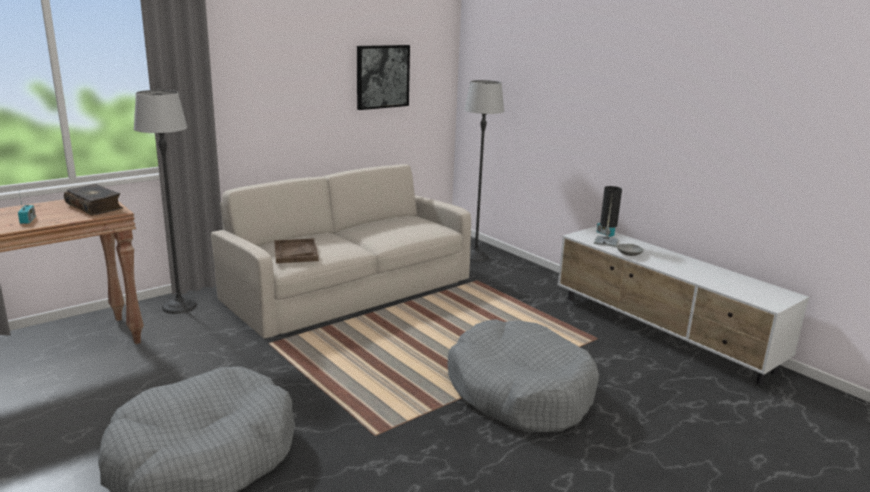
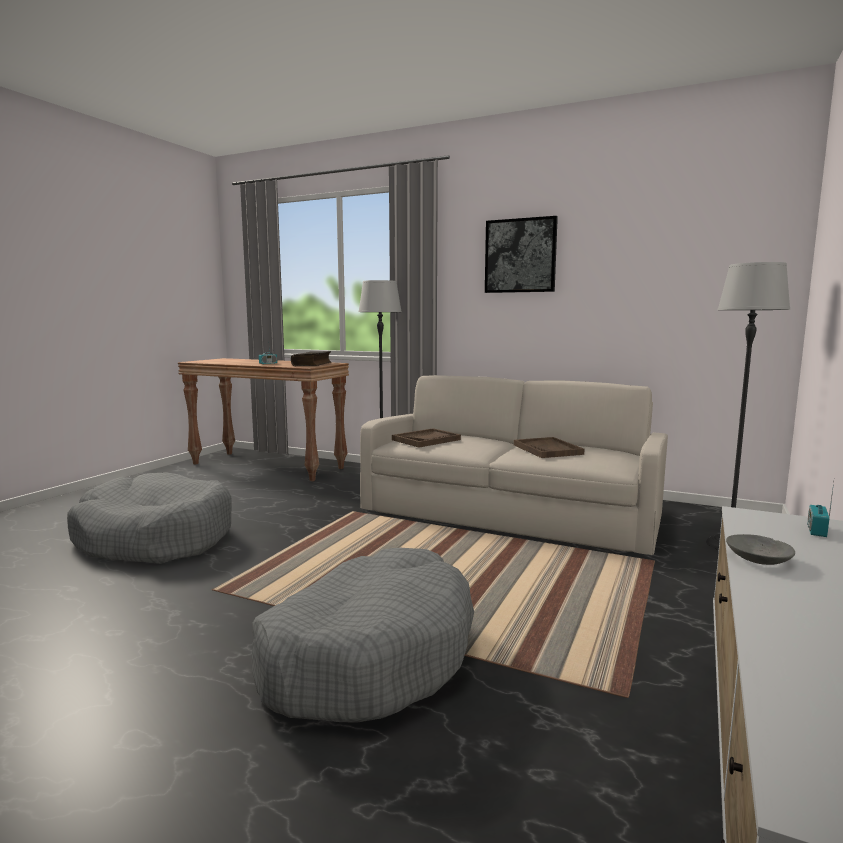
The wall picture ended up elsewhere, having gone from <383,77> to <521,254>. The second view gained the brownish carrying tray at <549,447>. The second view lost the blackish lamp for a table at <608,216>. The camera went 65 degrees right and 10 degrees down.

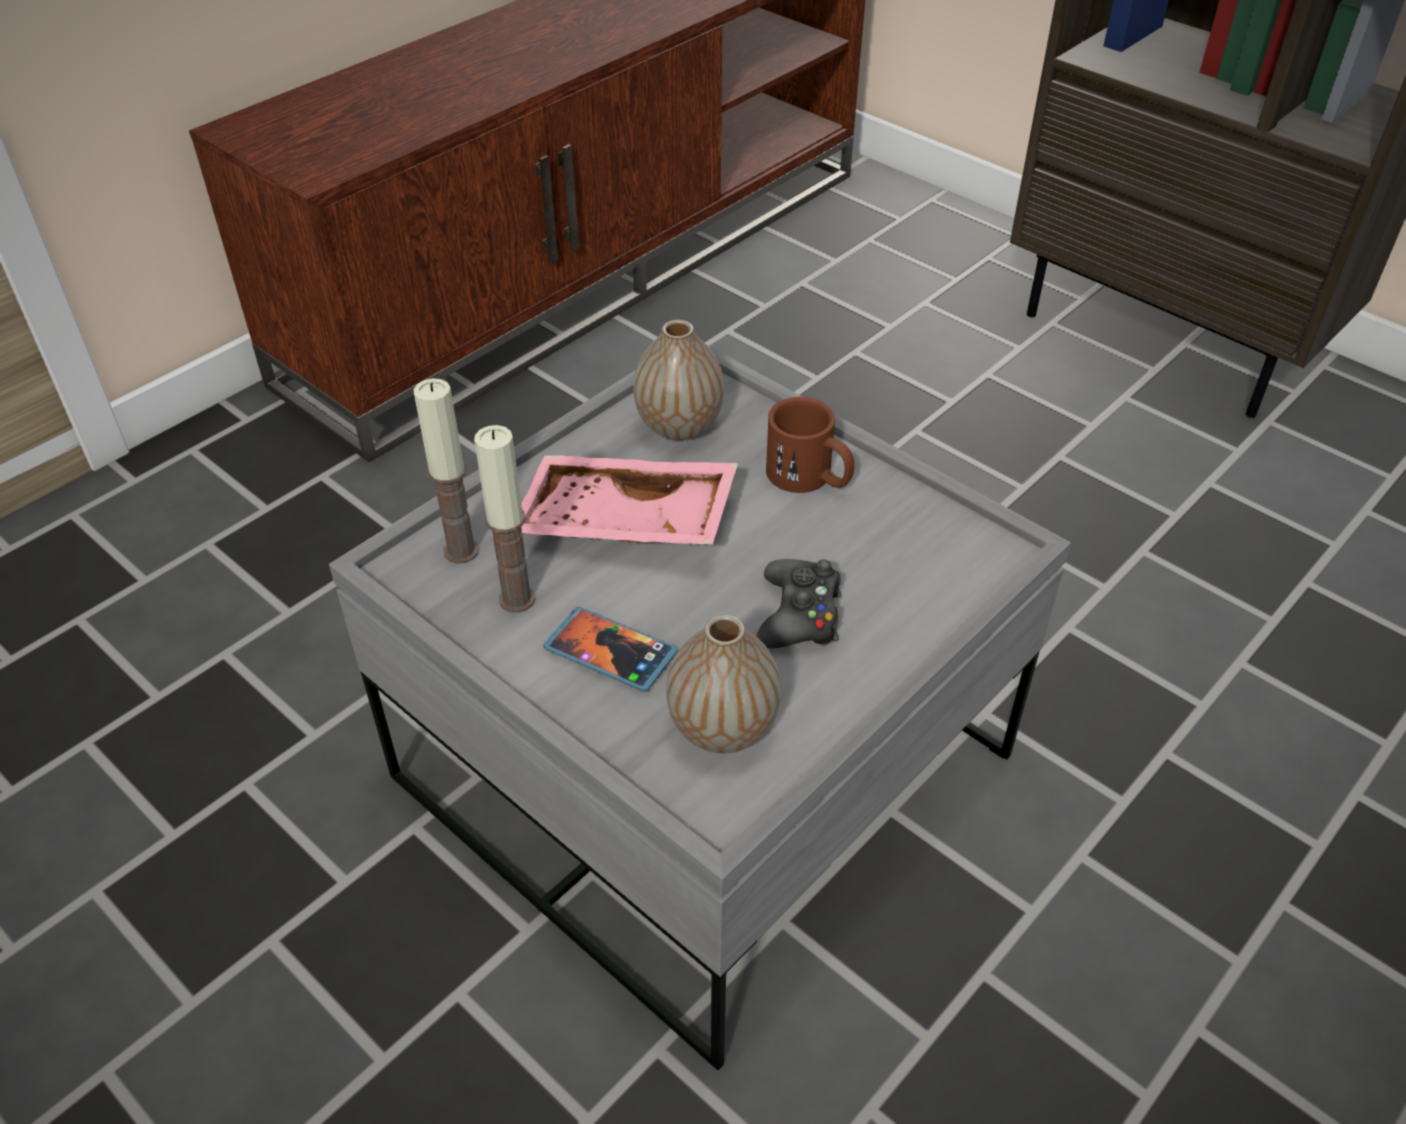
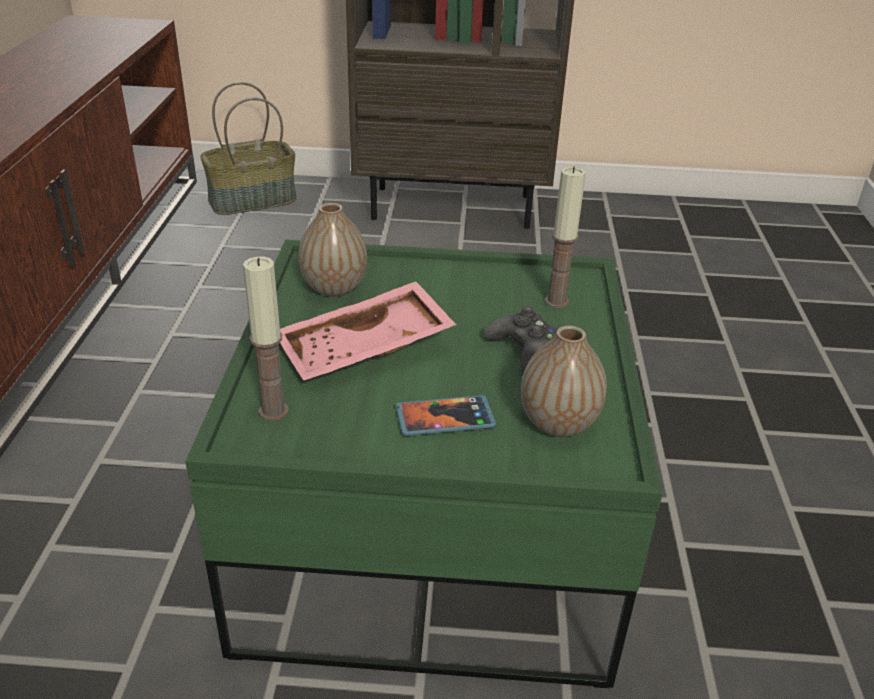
What was the grey lounge table at <700,707> turned into the greenish lounge table at <424,464>. The second view gained the storage basket at <248,148>. The wax light ended up elsewhere, having gone from <504,519> to <565,237>. The second view lost the brownish mug at <810,445>. The camera went 40 degrees left and 10 degrees down.

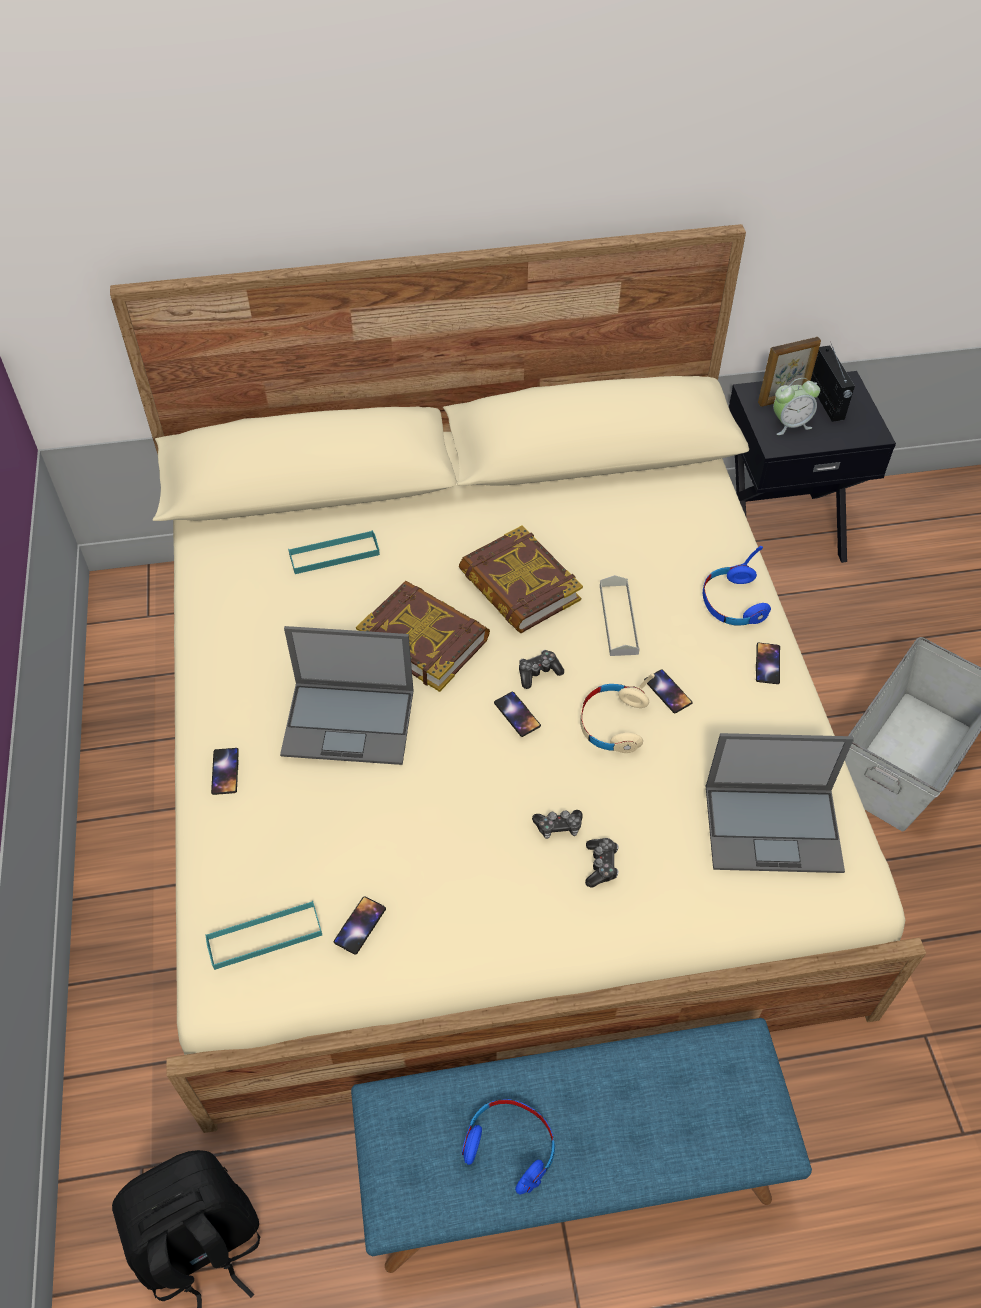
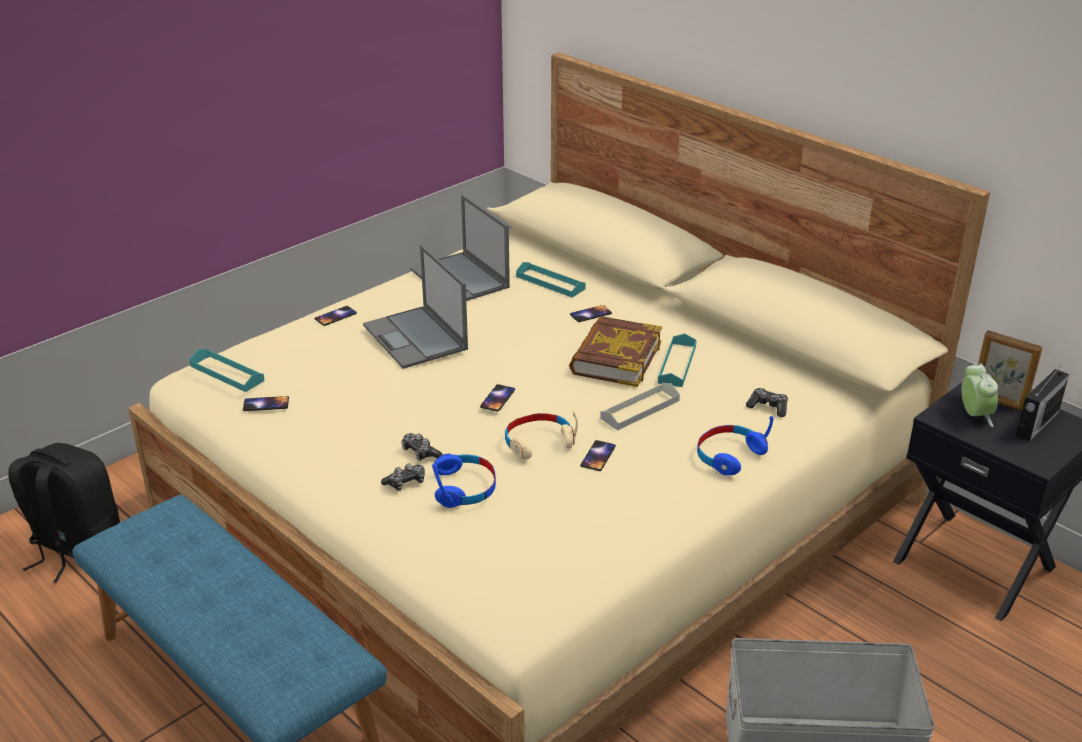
The portable computer ended up elsewhere, having gone from <780,803> to <460,247>. The blue headphones ended up elsewhere, having gone from <508,1147> to <464,481>. The telephone ended up elsewhere, having gone from <768,663> to <591,313>. The second view gained the turquoise-coloured carrying tray at <677,360>. The gamepad ended up elsewhere, having gone from <541,669> to <767,402>. The table clock at <796,406> ended up facing another way, 135 degrees counterclockwise from before. The second view lost the volume at <423,636>. The camera went 55 degrees right and 20 degrees down.

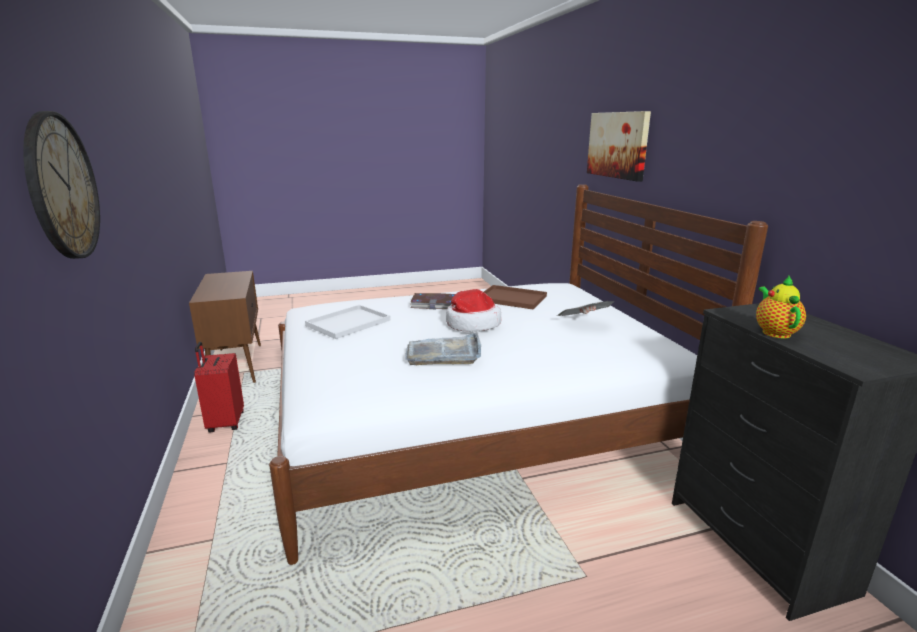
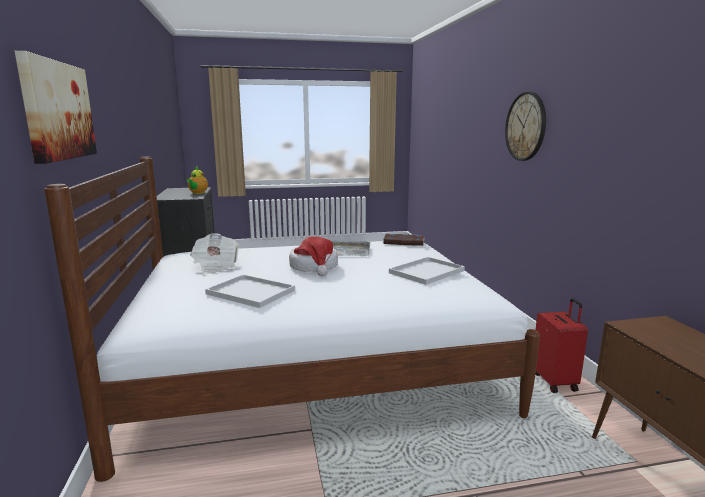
What was the brownish carrying tray at <515,297> turned into the white-coloured carrying tray at <250,291>. The volume ended up elsewhere, having gone from <432,301> to <403,239>. The camera went 175 degrees left and 5 degrees down.

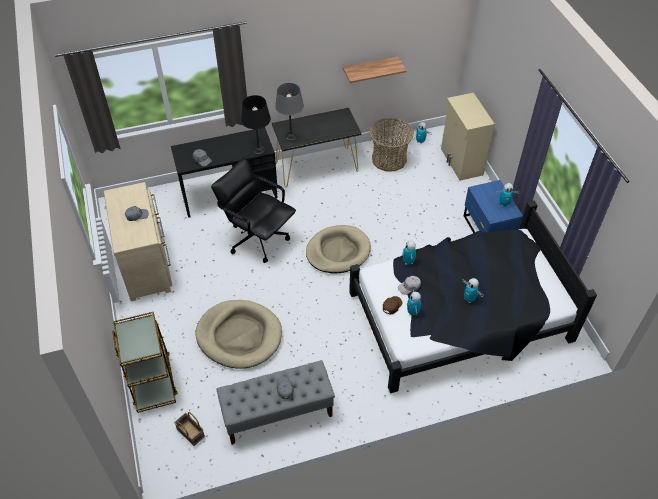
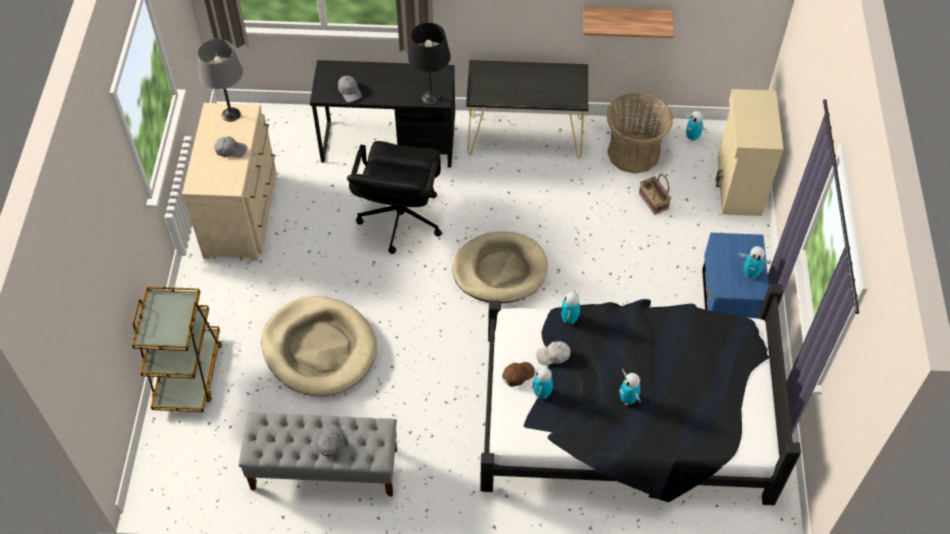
The grey lamp for a table ended up elsewhere, having gone from <289,112> to <220,80>. The blackish office chair at <253,210> ended up facing another way, 135 degrees counterclockwise from before. The storage basket ended up elsewhere, having gone from <189,429> to <655,194>. The camera went 20 degrees right and 5 degrees up.

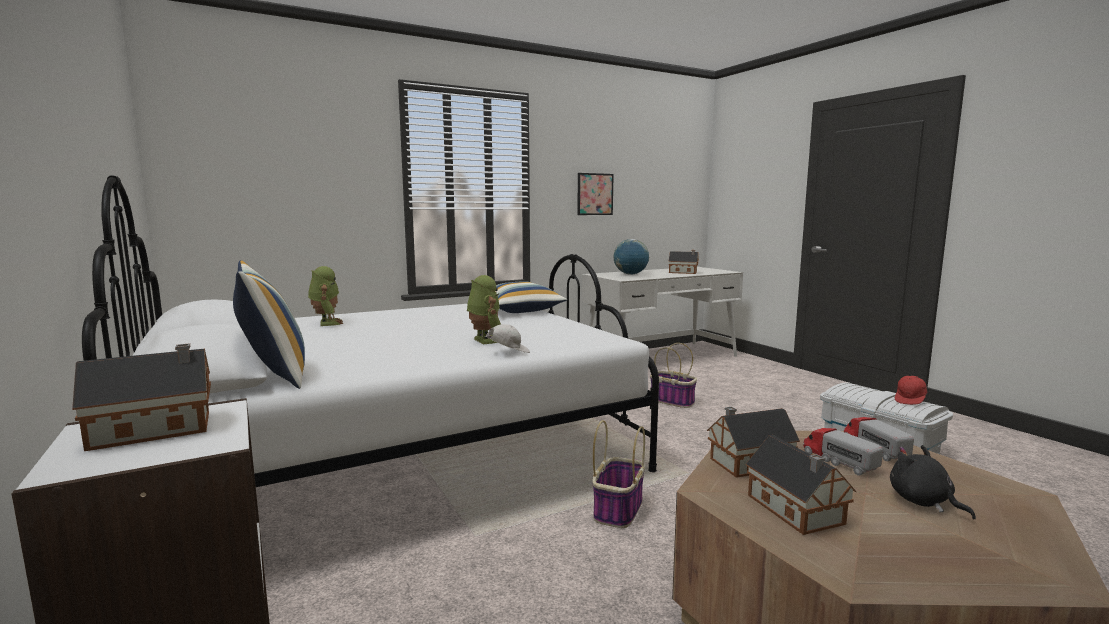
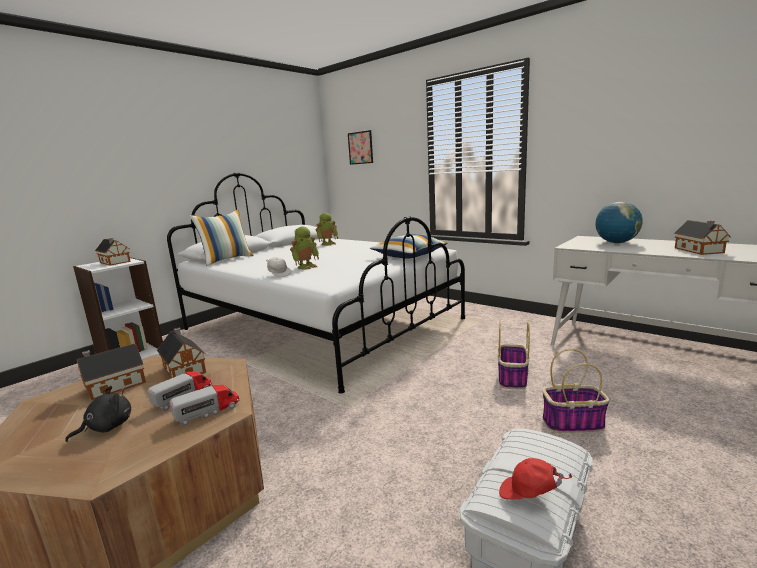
The wall picture ended up elsewhere, having gone from <595,194> to <360,147>. The storage basket ended up elsewhere, having gone from <618,474> to <576,391>. The camera went 70 degrees right and 5 degrees up.

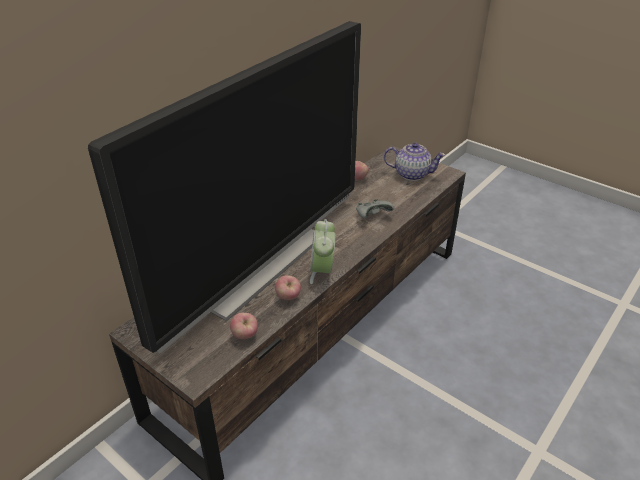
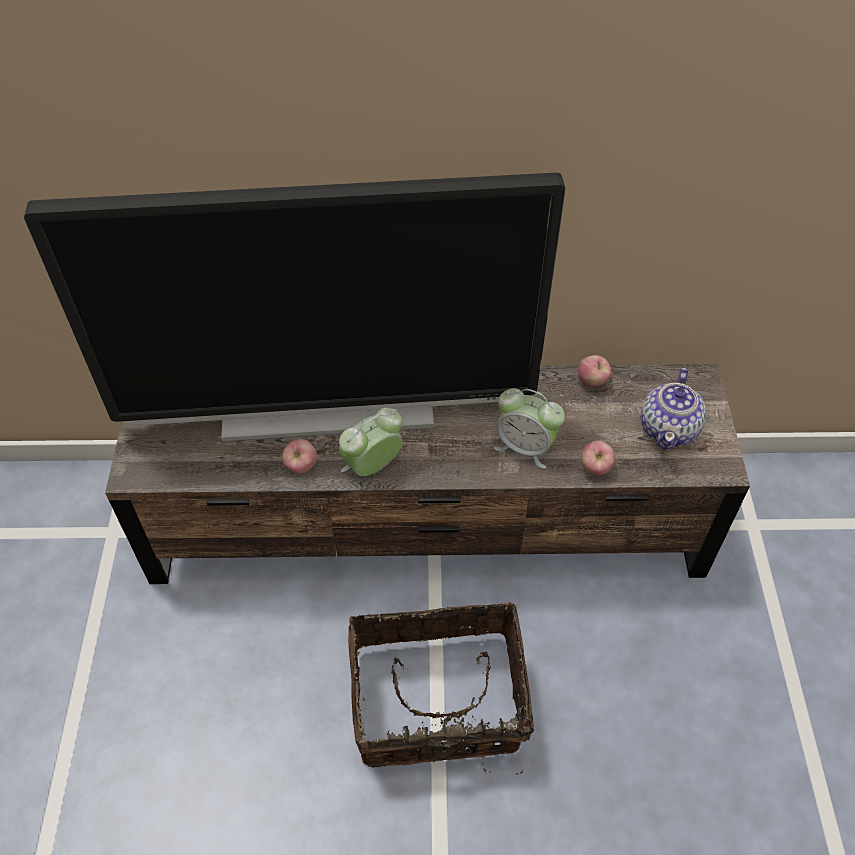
The second view gained the storage basket at <441,688>. Where the grey gamepad stood at <375,208>, the table clock came to stand at <529,428>. The whole apple ended up elsewhere, having gone from <244,326> to <598,457>. The pot for tea at <415,162> ended up facing another way, 45 degrees clockwise from before. The camera went 50 degrees right and 15 degrees up.

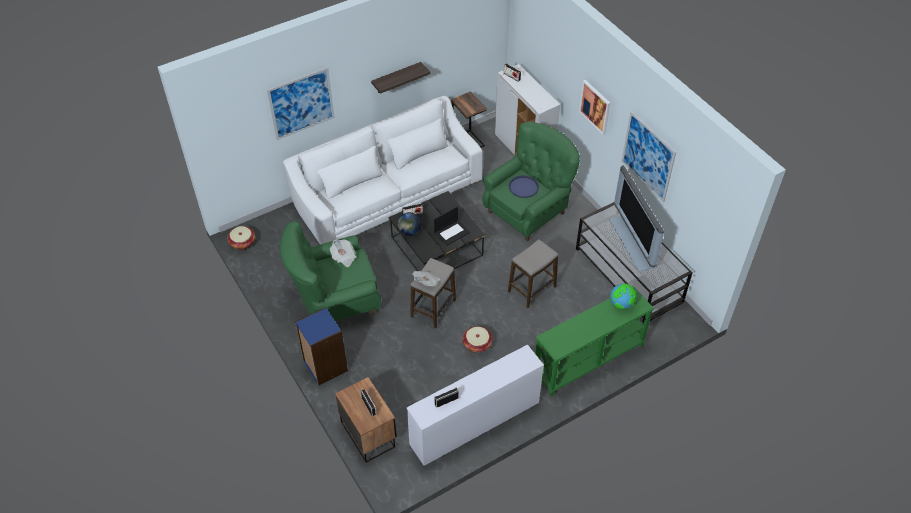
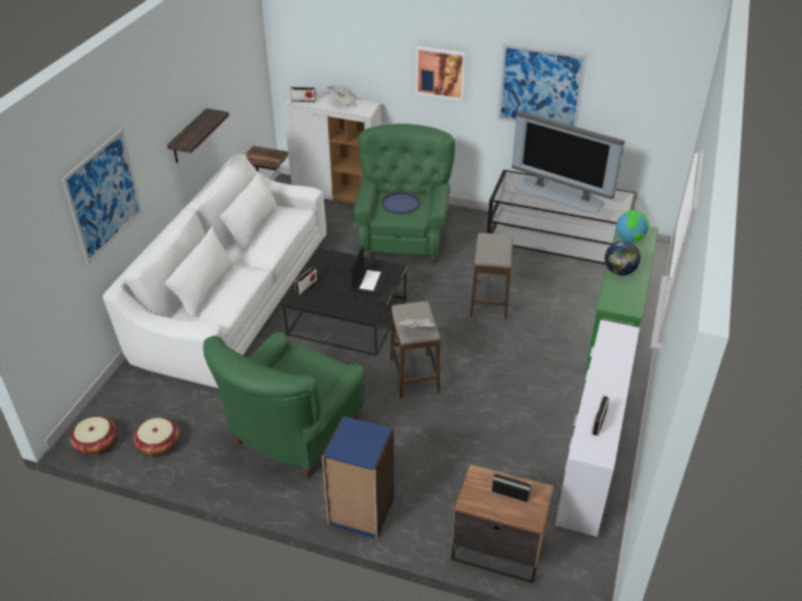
The storage basket ended up elsewhere, having gone from <478,339> to <156,437>. The newspaper ended up elsewhere, having gone from <343,253> to <342,96>. The world globe ended up elsewhere, having gone from <409,224> to <622,258>. The camera went 40 degrees left and 10 degrees down.

